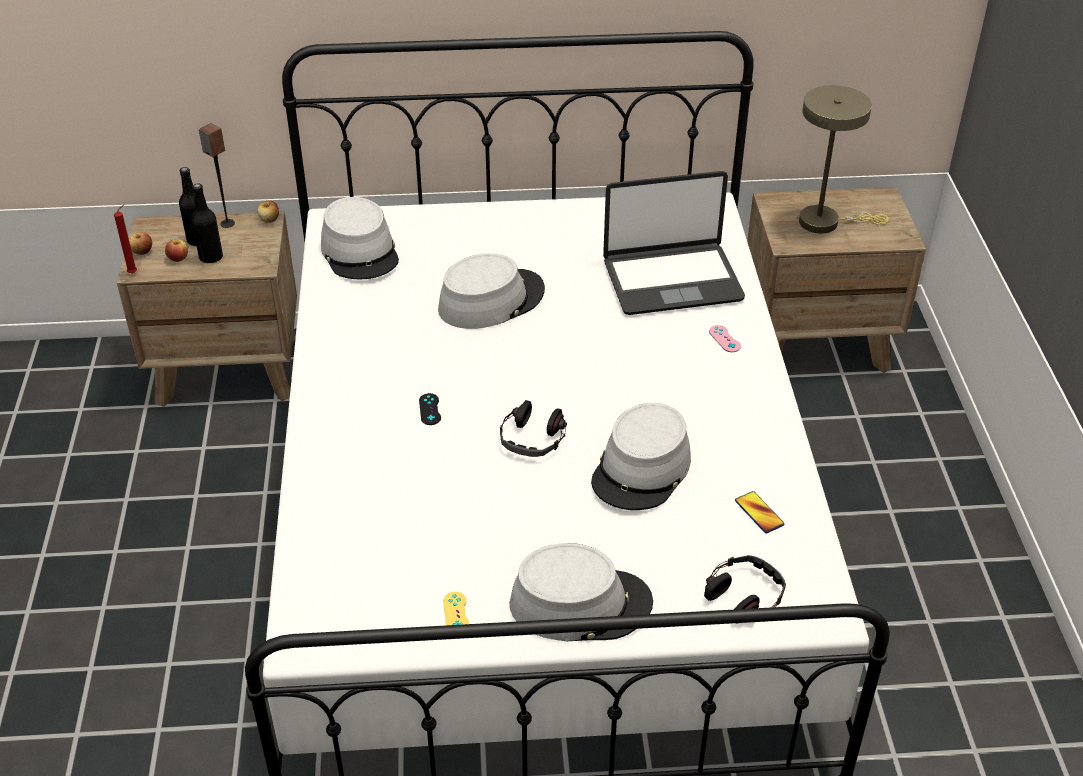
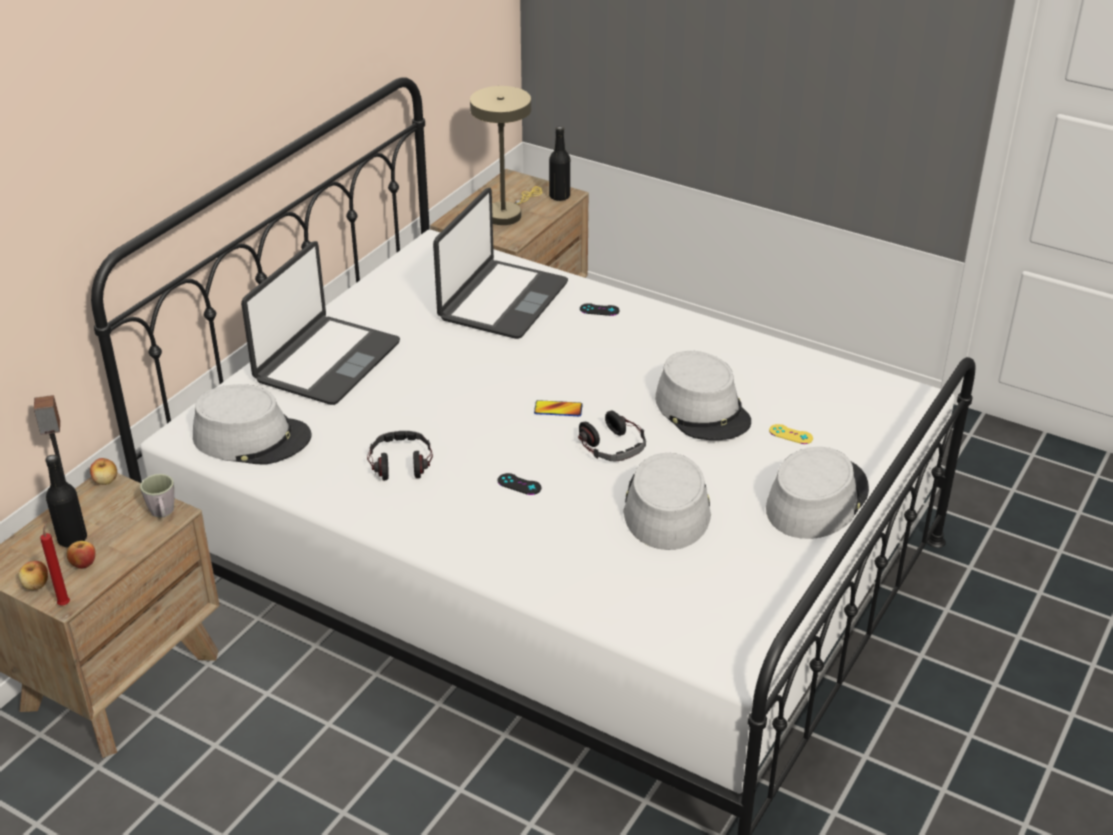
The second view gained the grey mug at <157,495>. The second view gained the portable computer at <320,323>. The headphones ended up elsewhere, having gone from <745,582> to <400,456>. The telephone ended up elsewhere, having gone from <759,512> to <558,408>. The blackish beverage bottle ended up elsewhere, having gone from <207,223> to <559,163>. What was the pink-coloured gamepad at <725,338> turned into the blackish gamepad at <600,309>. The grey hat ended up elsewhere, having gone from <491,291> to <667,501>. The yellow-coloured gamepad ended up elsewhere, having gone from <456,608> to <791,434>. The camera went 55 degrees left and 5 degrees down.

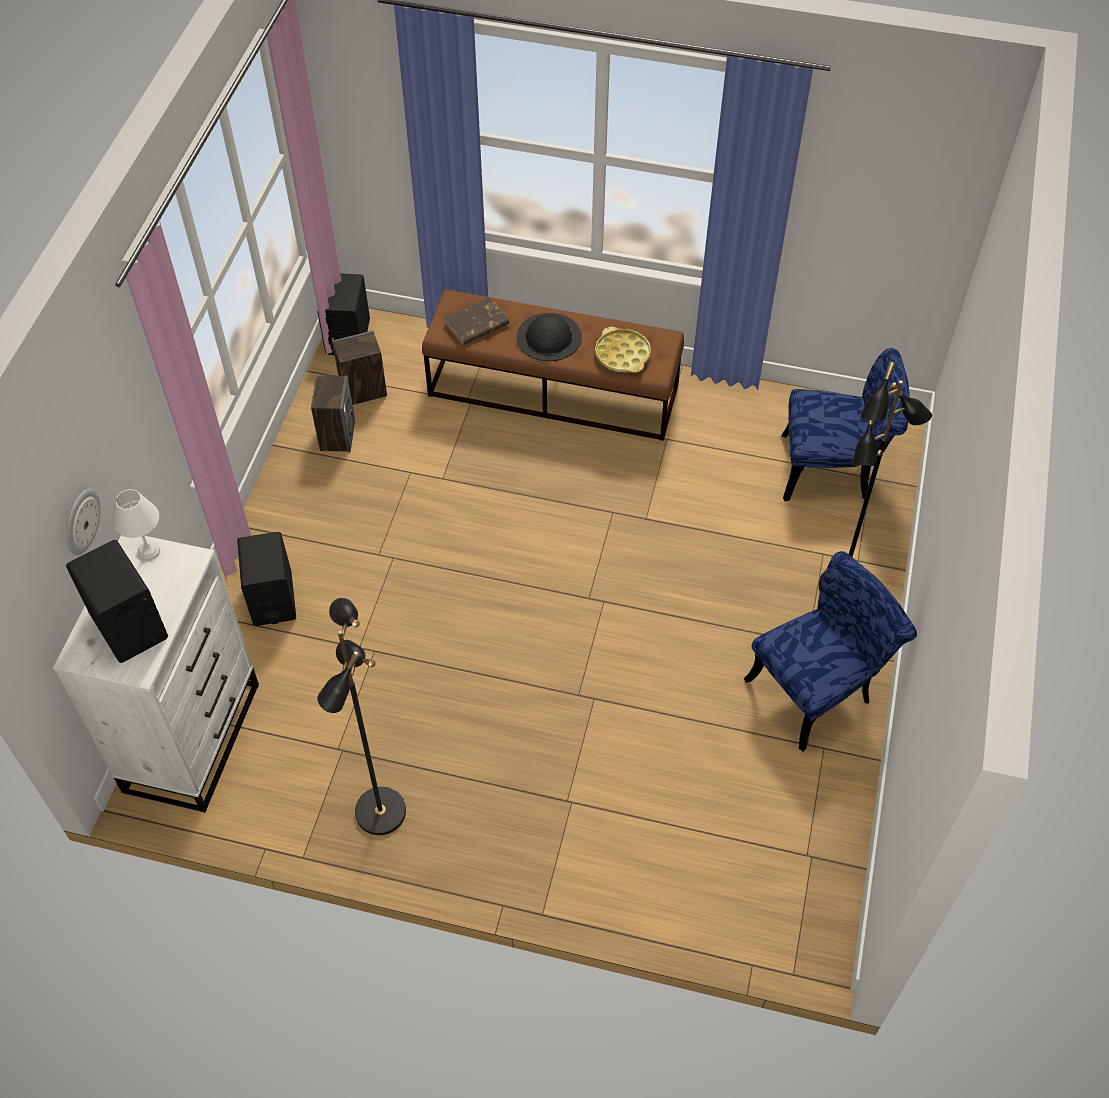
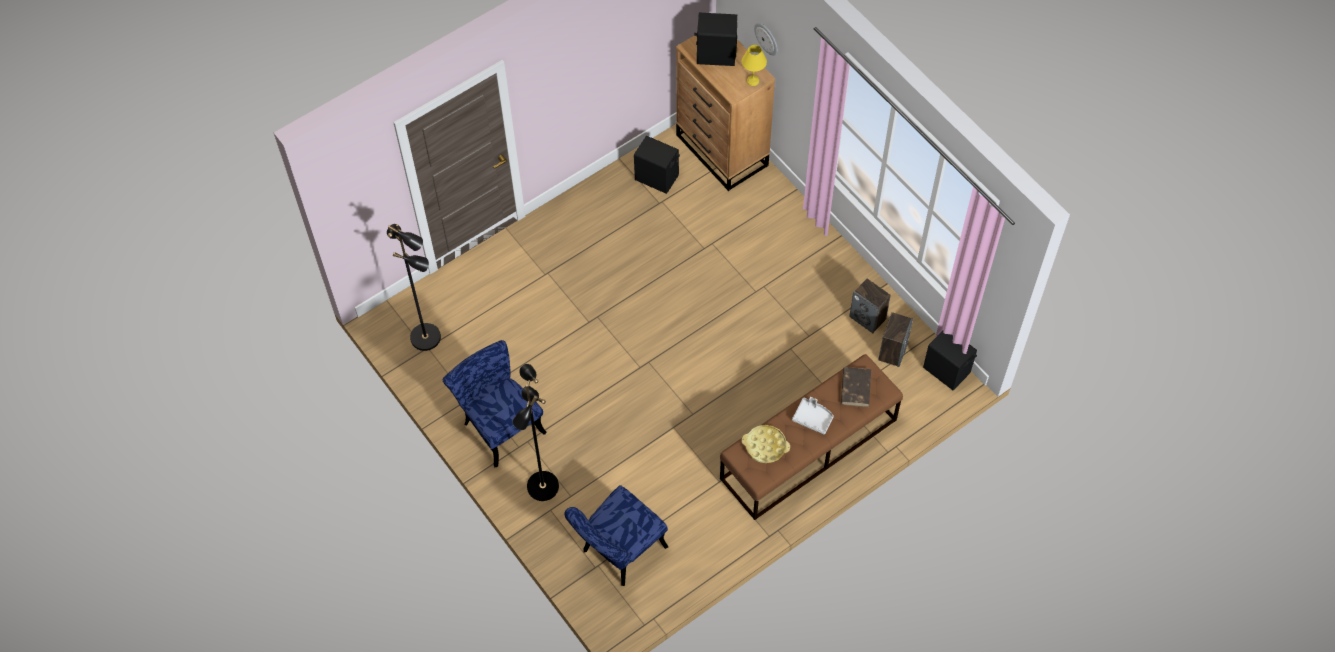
The blackish floor lamp ended up elsewhere, having gone from <361,716> to <414,287>. The blue chair at <830,651> ended up facing another way, 135 degrees clockwise from before. The blackish audio speaker ended up elsewhere, having gone from <266,579> to <657,165>. What was the white-coloured dresser at <156,674> turned into the brownish dresser at <725,113>. What was the white-coloured lamp for a table at <136,525> turned into the yellow-coloured lamp for a table at <754,65>. Where the blackish hat stood at <549,337>, the grey carrying tray came to stand at <813,415>. The camera went 130 degrees right and 5 degrees up.

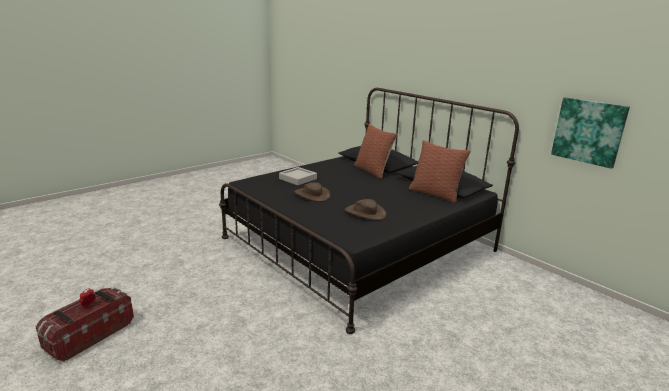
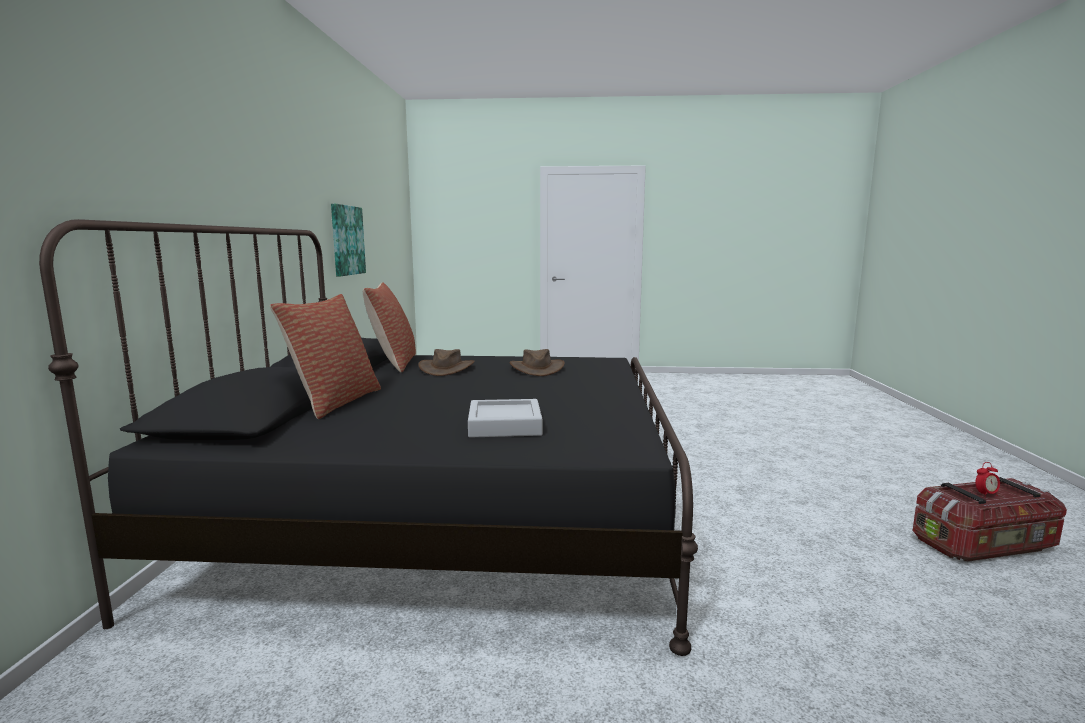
The brownish hat ended up elsewhere, having gone from <312,192> to <446,362>. The camera went 135 degrees left and 10 degrees down.

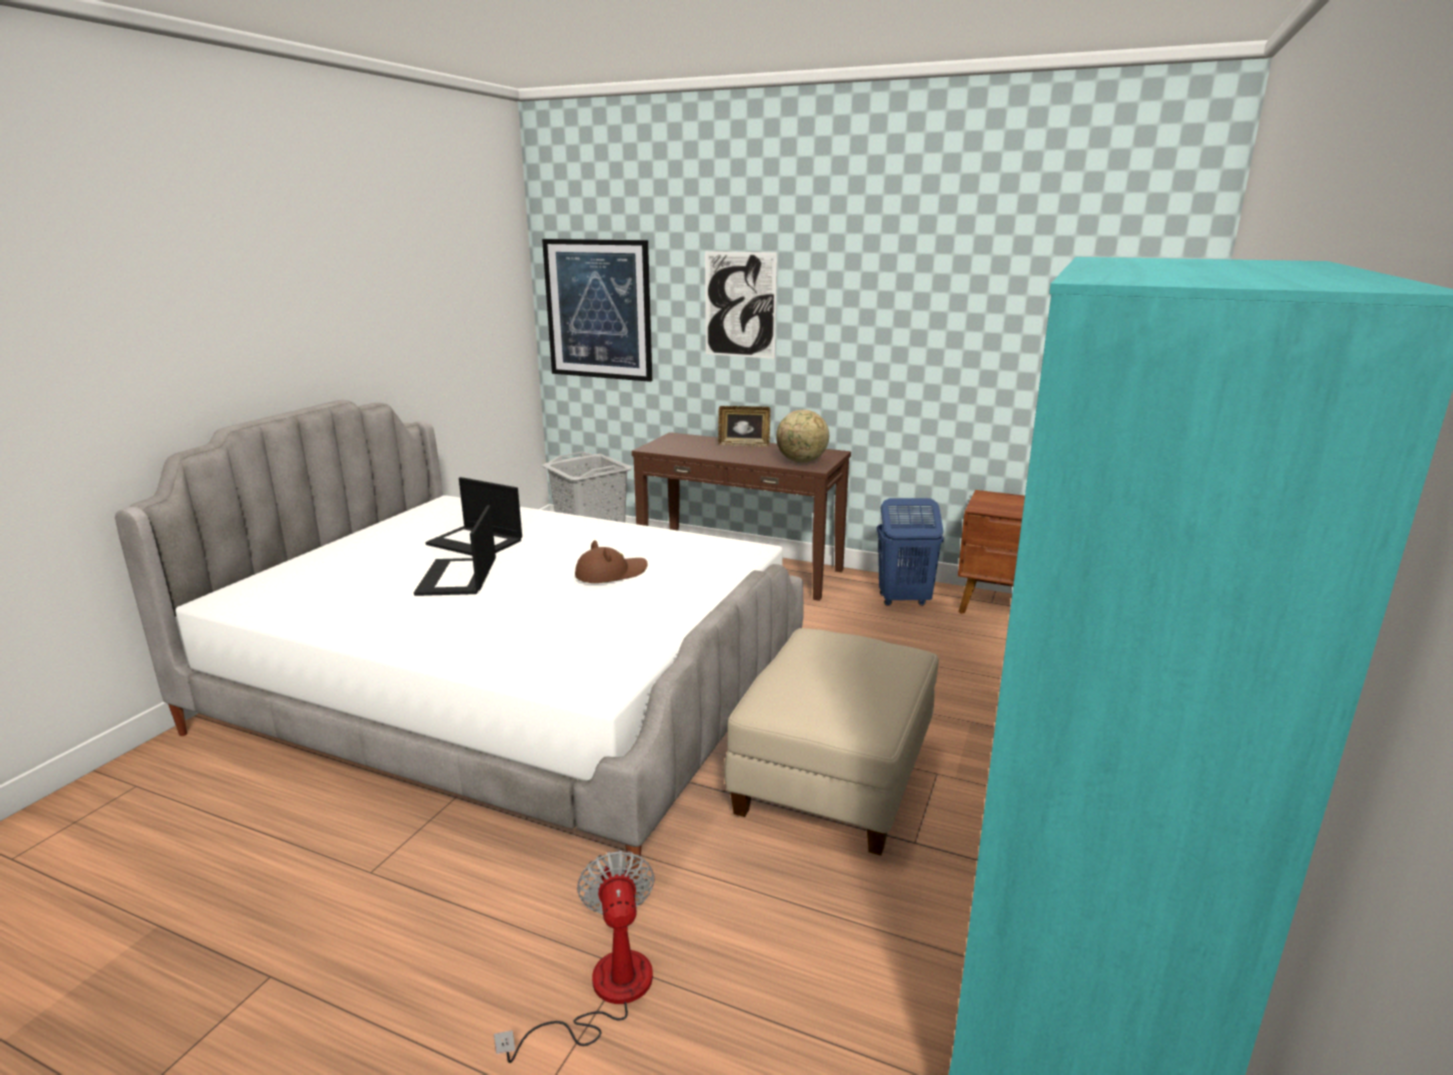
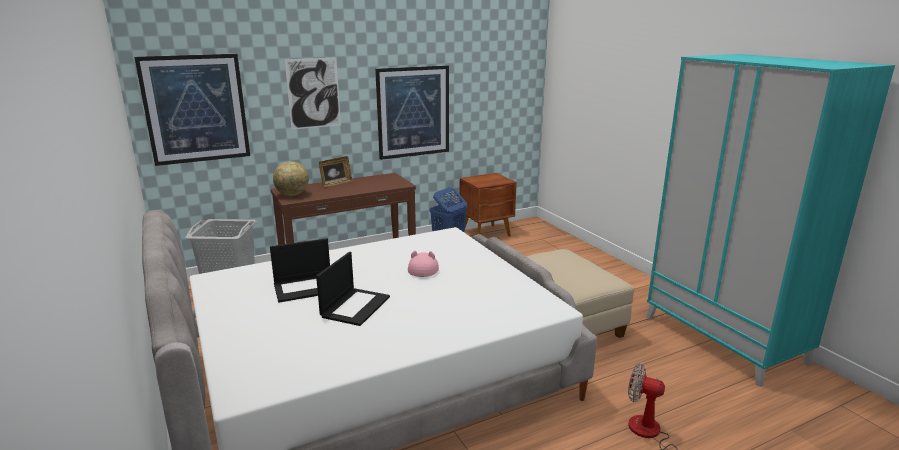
The world globe ended up elsewhere, having gone from <802,436> to <291,178>. The portable computer at <455,550> ended up facing another way, 105 degrees counterclockwise from before. The second view gained the wall picture at <412,112>. What was the brownish hat at <611,561> turned into the pink-coloured hat at <423,264>. The camera went 50 degrees left and 0 degrees up.

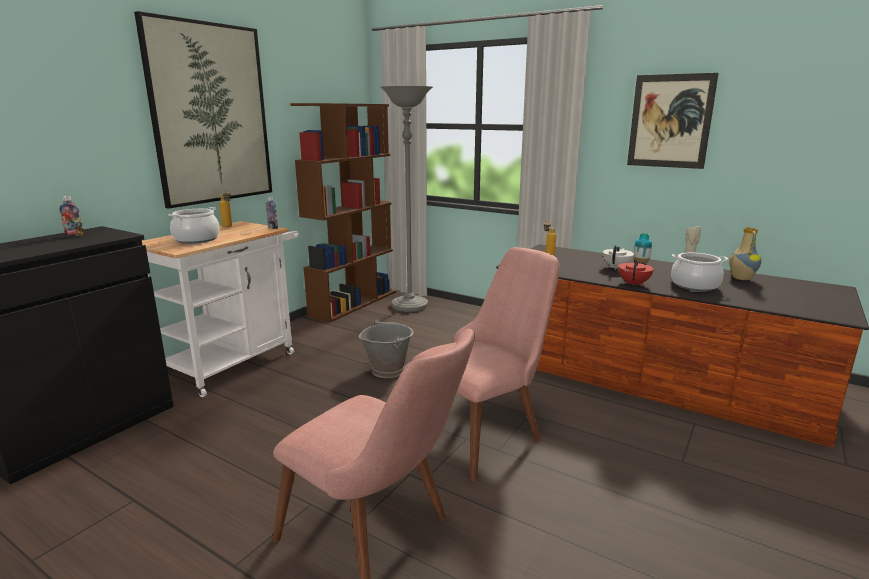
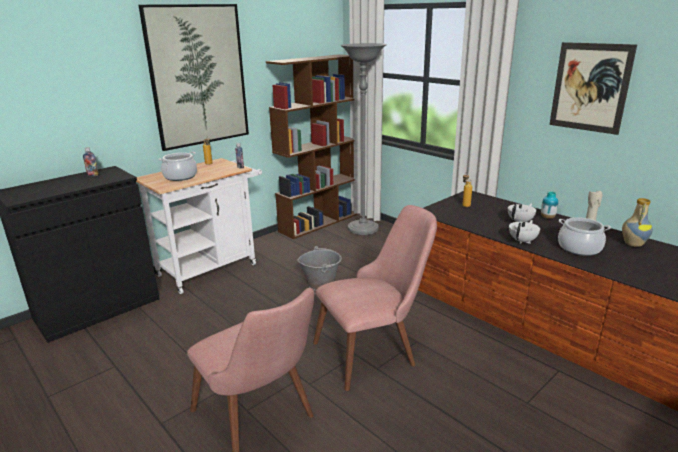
What was the red pot for tea at <636,273> turned into the white-coloured pot for tea at <524,232>. The camera went 15 degrees right and 5 degrees up.

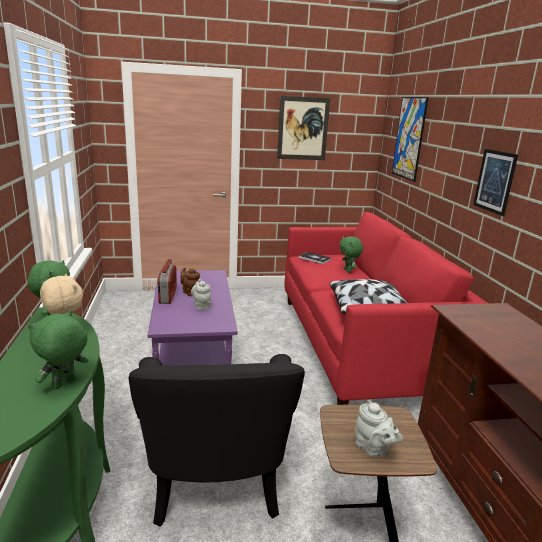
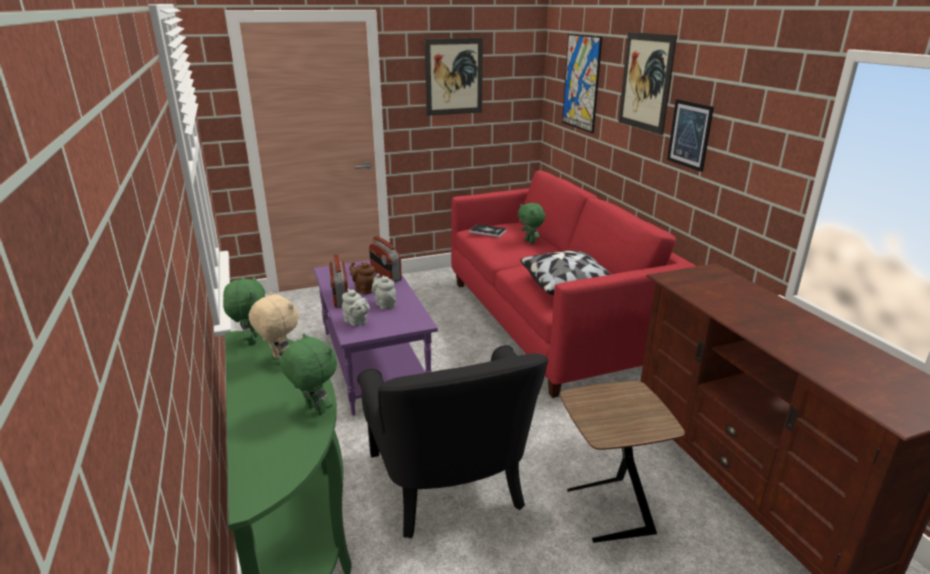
The greenish cuddly toy at <58,350> ended up facing another way, 105 degrees clockwise from before. The grey pot for tea ended up elsewhere, having gone from <379,428> to <356,307>. The second view gained the radio receiver at <385,259>. The second view gained the wall picture at <647,83>. The camera went 10 degrees left and 5 degrees up.

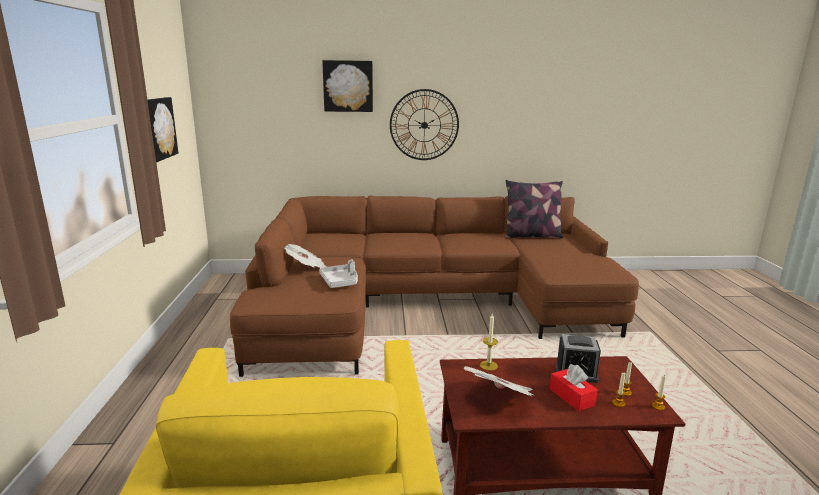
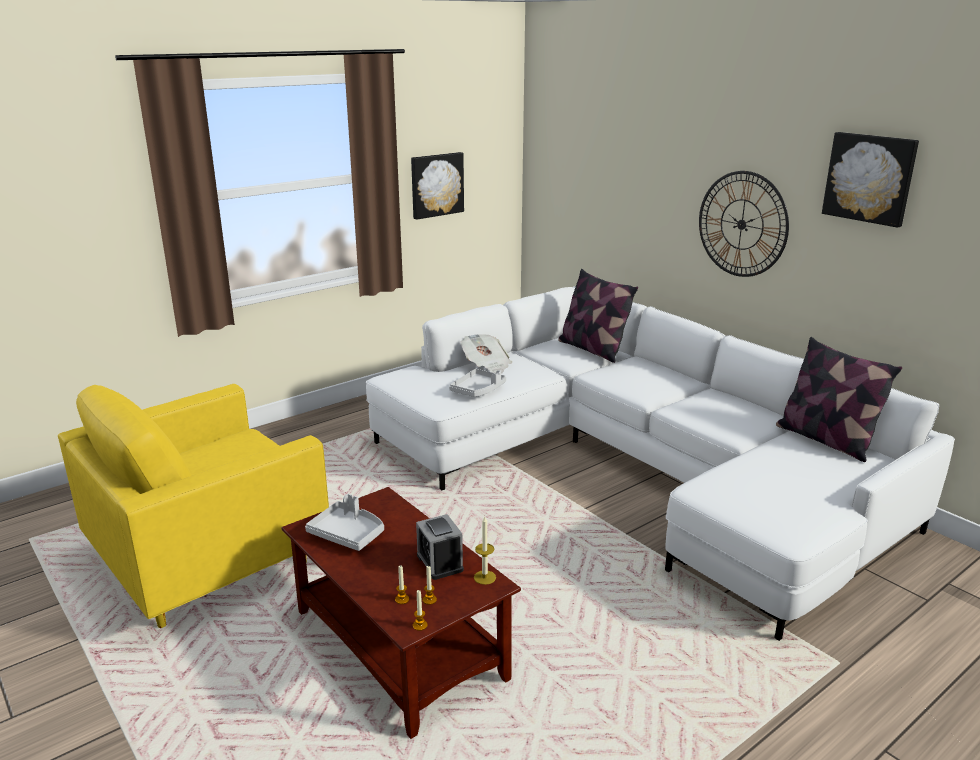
Where the newspaper stood at <499,381>, the grey carrying tray came to stand at <344,522>. What was the brownish sofa at <434,286> turned into the white-coloured sofa at <660,463>. The wax light ended up elsewhere, having gone from <489,342> to <485,551>. The second view gained the cushion at <598,316>. The wall picture ended up elsewhere, having gone from <347,86> to <870,180>. The second view lost the red box of tissues at <574,387>. The camera went 55 degrees right and 5 degrees up.

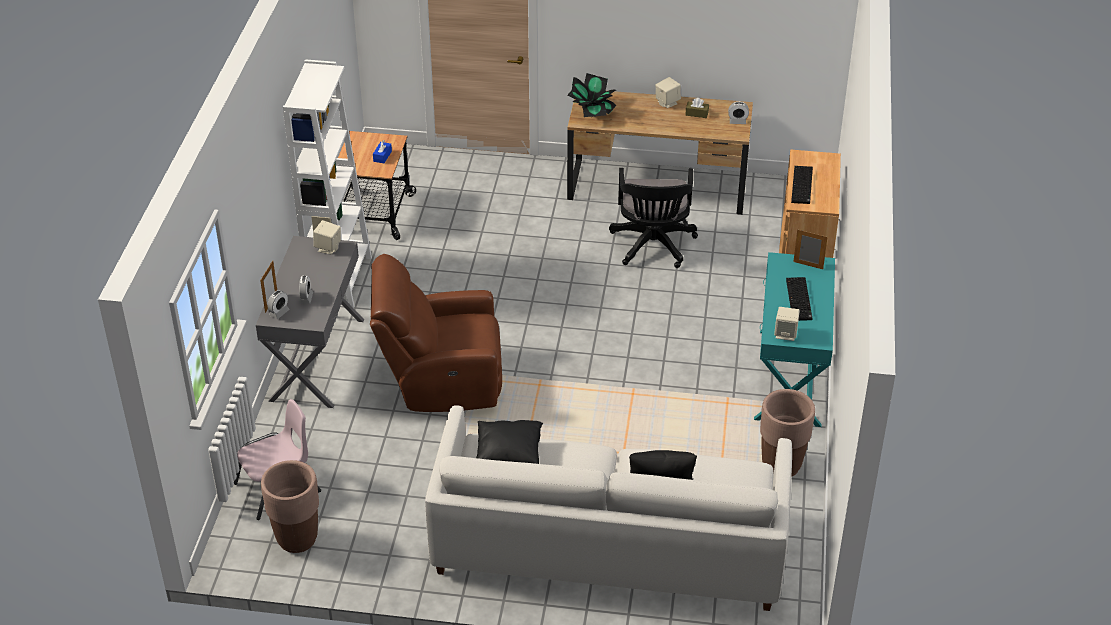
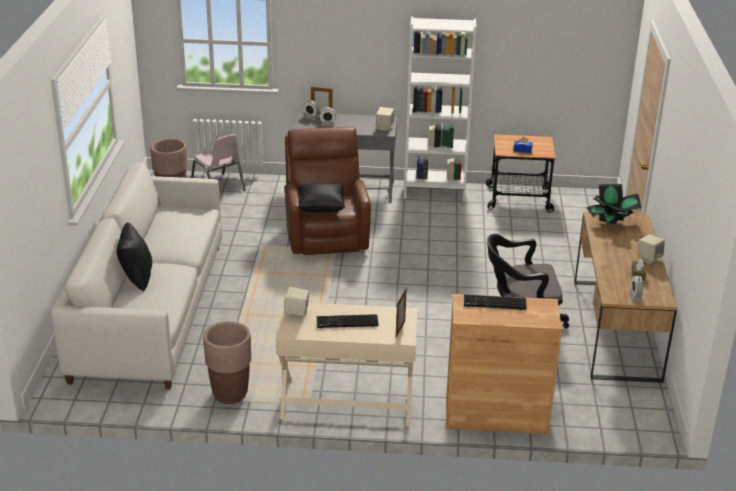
What was the turquoise-coloured hall table at <794,339> turned into the sand-coloured hall table at <346,364>. The blackish cushion ended up elsewhere, having gone from <509,442> to <321,198>. The camera went 85 degrees right and 10 degrees down.

